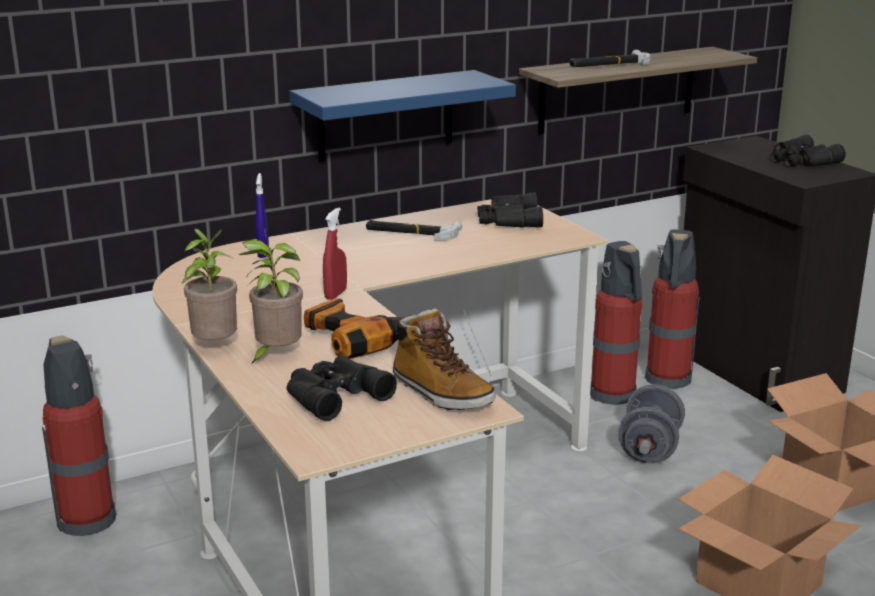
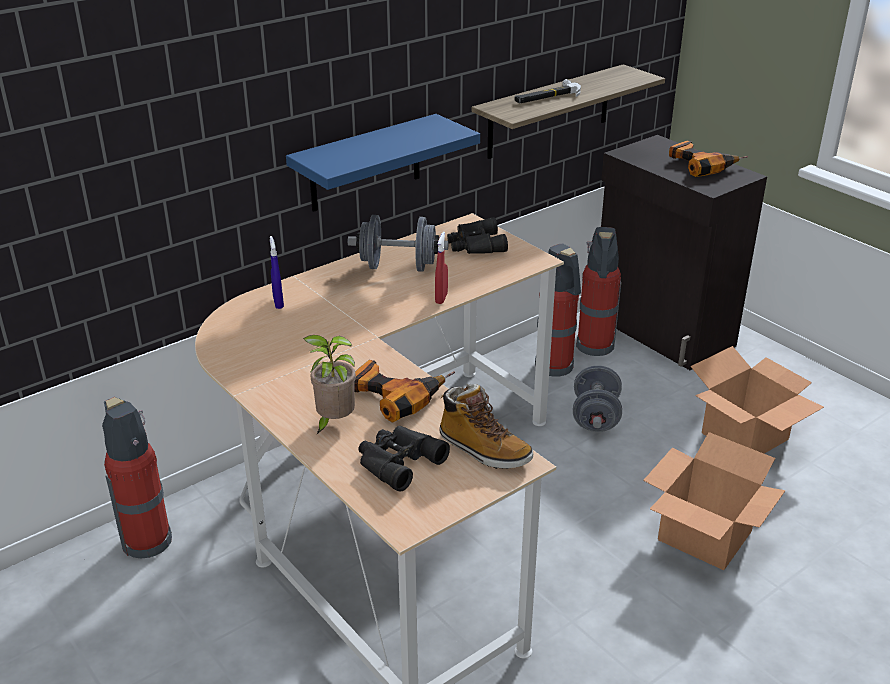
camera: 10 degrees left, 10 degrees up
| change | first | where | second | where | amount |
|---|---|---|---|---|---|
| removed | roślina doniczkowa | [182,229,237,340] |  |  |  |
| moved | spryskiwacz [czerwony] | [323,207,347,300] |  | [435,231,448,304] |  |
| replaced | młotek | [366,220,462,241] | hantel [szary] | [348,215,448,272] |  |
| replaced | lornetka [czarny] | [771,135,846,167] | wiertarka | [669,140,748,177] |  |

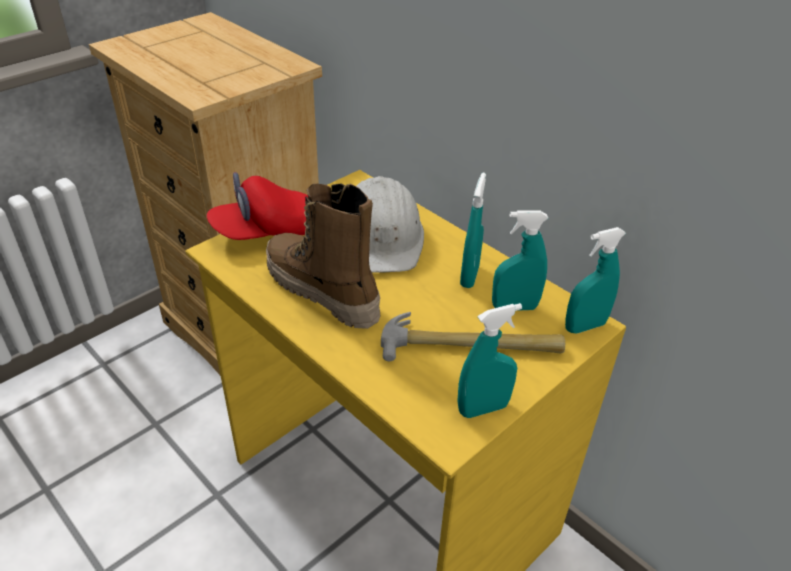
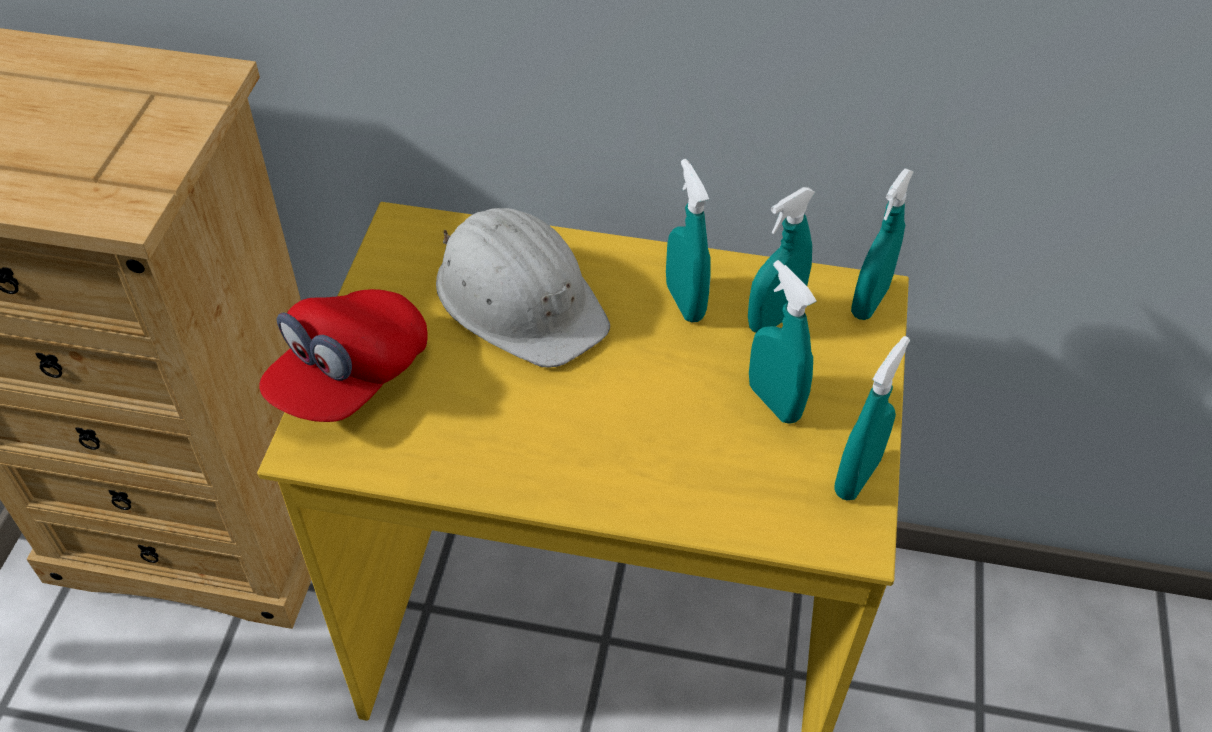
camera: 35 degrees left, 10 degrees up
| change | first | where | second | where | amount |
|---|---|---|---|---|---|
| removed | but z cholewką | [266,184,380,329] |  |  |  |
| replaced | młotek | [381,312,565,361] | spryskiwacz [turkusowy] | [749,260,817,424] |  |

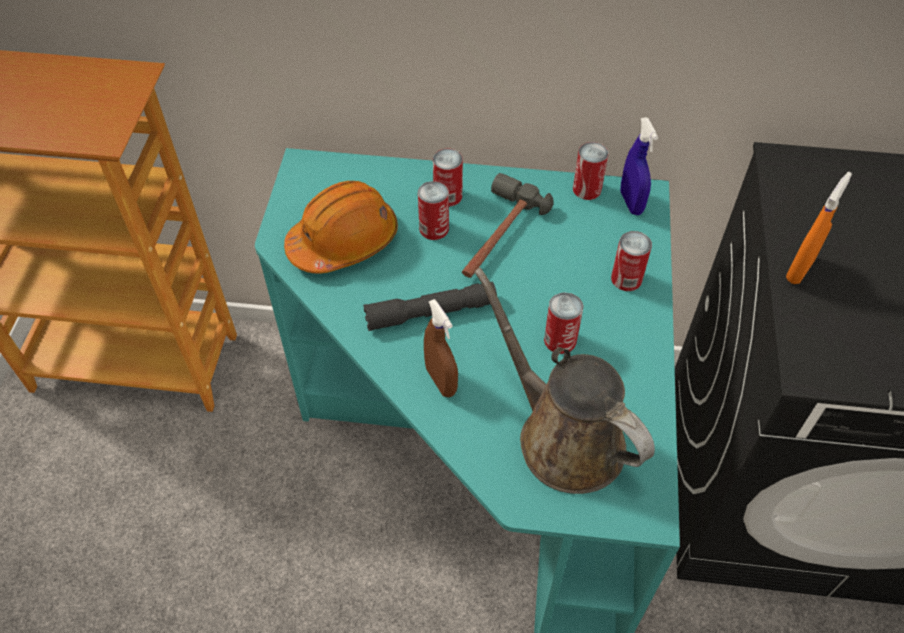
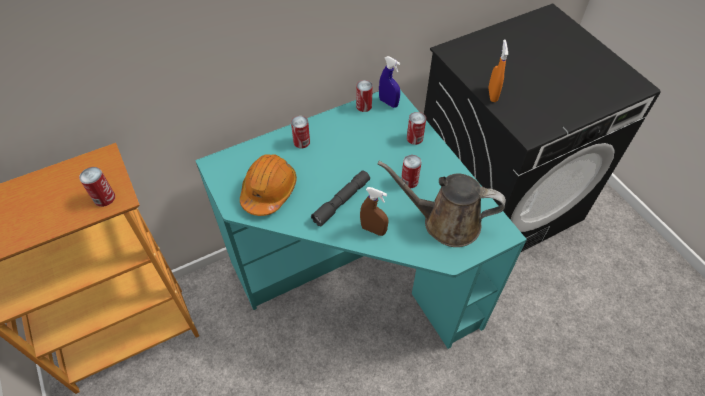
camera: 35 degrees left, 0 degrees up
| change | first | where | second | where | amount |
|---|---|---|---|---|---|
| removed | młotek | [462,173,554,278] |  |  |  |
| moved | puszka | [418,181,449,240] |  | [79,167,115,207] |  |

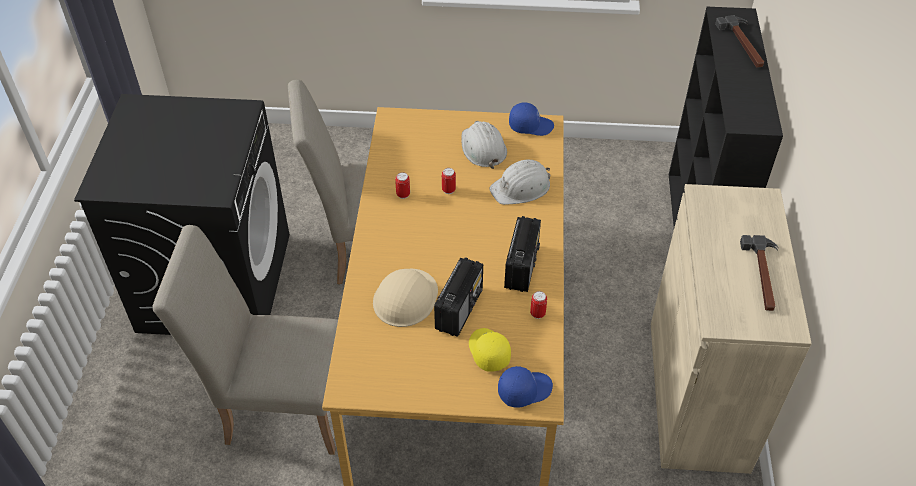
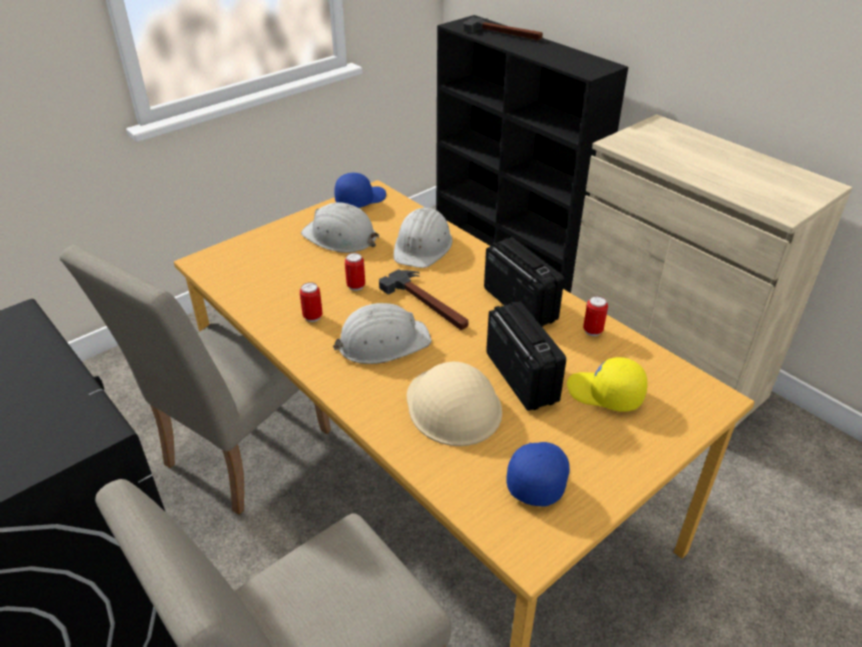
camera: 45 degrees left, 10 degrees down
| change | first | where | second | where | amount |
|---|---|---|---|---|---|
| added |  |  | kask [biały] | [333,303,432,364] |  |
| moved | czapka z daszkiem [niebieski] | [498,366,553,408] |  | [507,442,570,506] |  |
| moved | młotek | [740,235,779,311] |  | [379,269,468,330] |  |

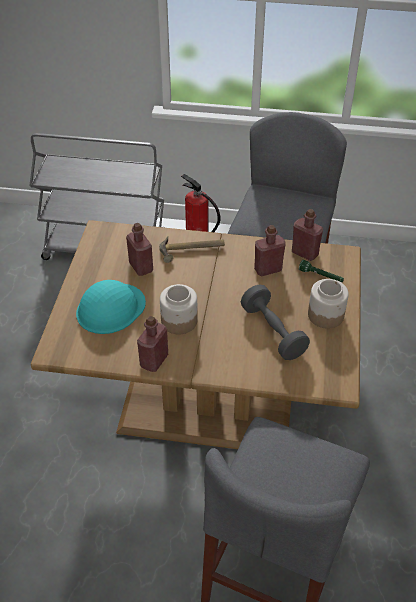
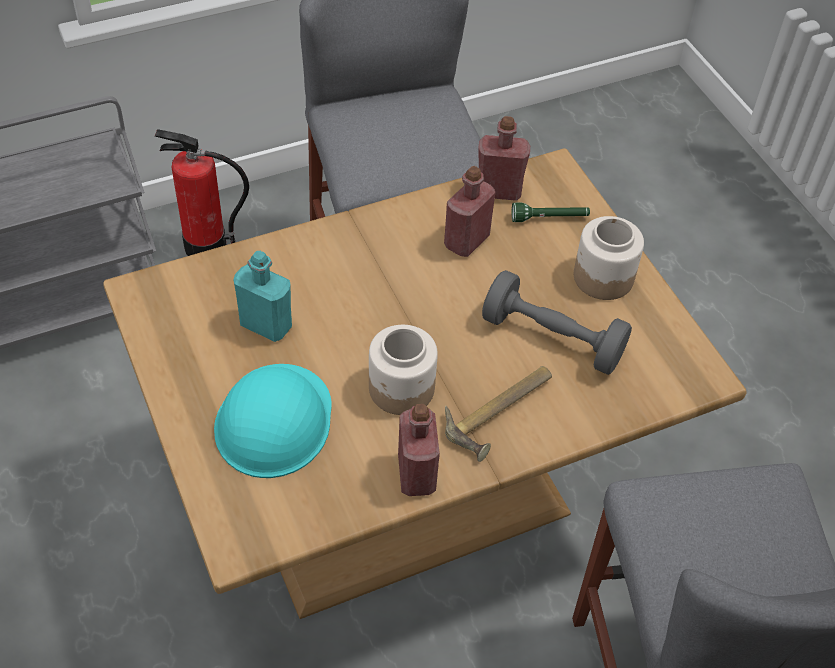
camera: 35 degrees left, 5 degrees up
| change | first | where | second | where | amount |
|---|---|---|---|---|---|
| moved | młotek | [159,236,225,263] |  | [445,366,552,462] |  |
| recoloured | butelka [czerwony] | [126,223,153,276] | butelka [turkusowy] | [234,251,292,342] |  |

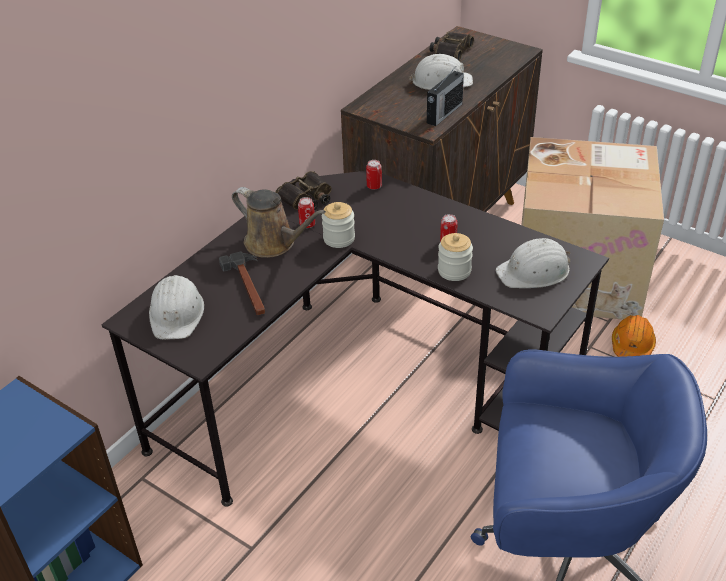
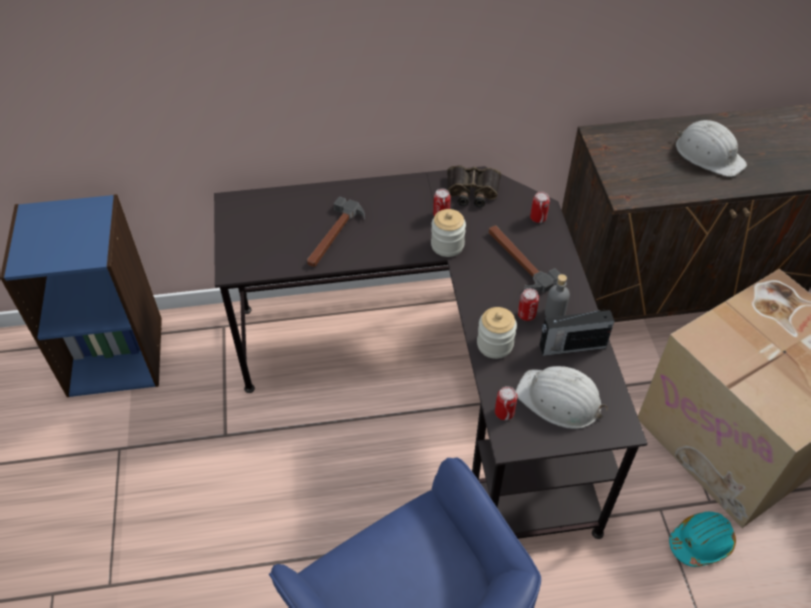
camera: 45 degrees right, 10 degrees up
| change | first | where | second | where | amount |
|---|---|---|---|---|---|
| removed | kask [biały] | [149,275,204,339] |  |  |  |
| removed | konewka [brązowy] | [232,187,326,258] |  |  |  |
| removed | lornetka | [430,32,474,61] |  |  |  |
| added |  |  | młotek | [489,225,560,293] |  |
| added |  |  | puszka | [495,386,517,420] |  |
| added |  |  | butelka [szary] | [545,274,570,317] |  |
| moved | radio | [427,69,464,126] |  | [540,309,614,356] |  |
| recoloured | kask [pomarańczowy] | [612,315,656,357] | kask [turkusowy] | [669,512,736,567] |  |

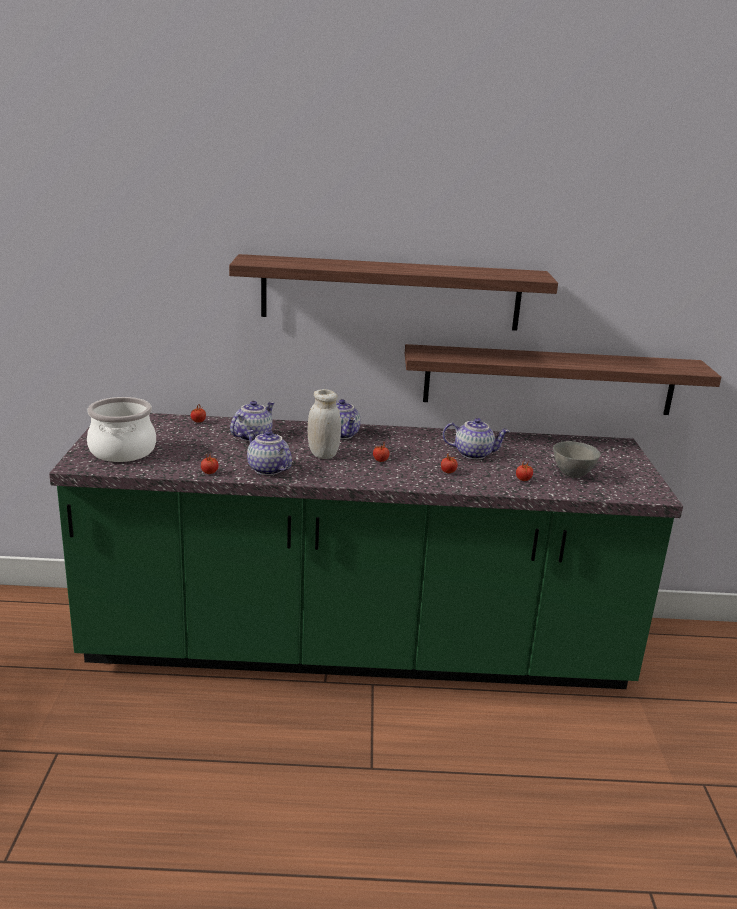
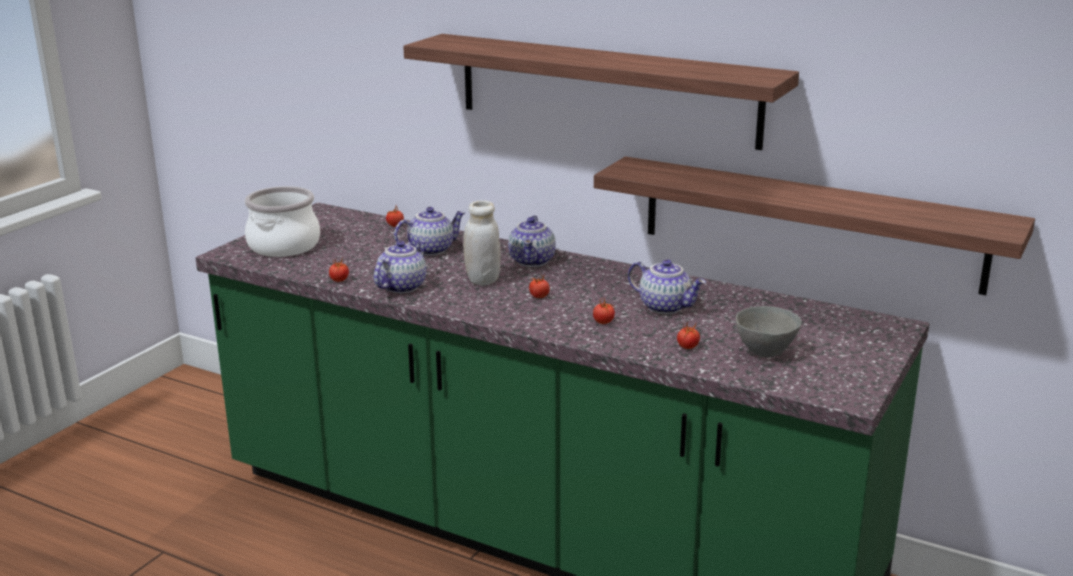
camera: 30 degrees right, 0 degrees up
| change | first | where | second | where | amount |
|---|---|---|---|---|---|
| turned | imbryk | [247,430,292,475] |  | [374,240,426,293] | 45 degrees clockwise |

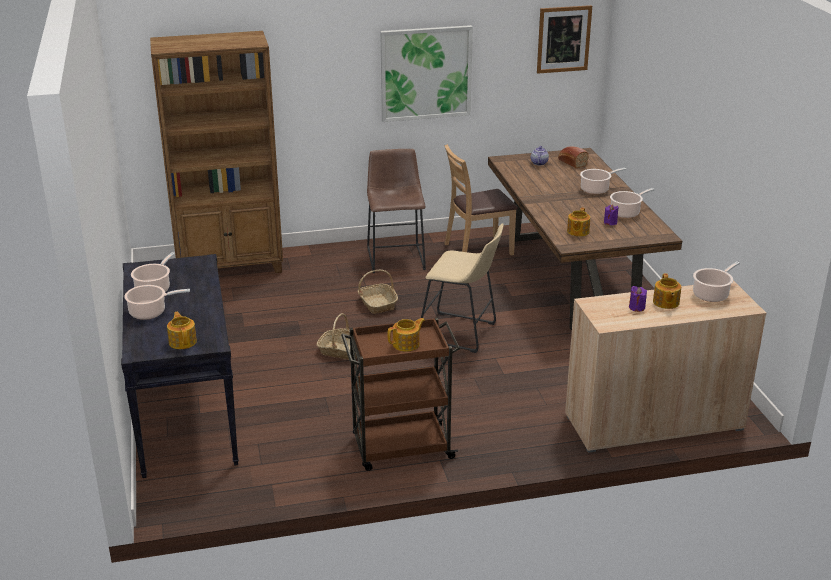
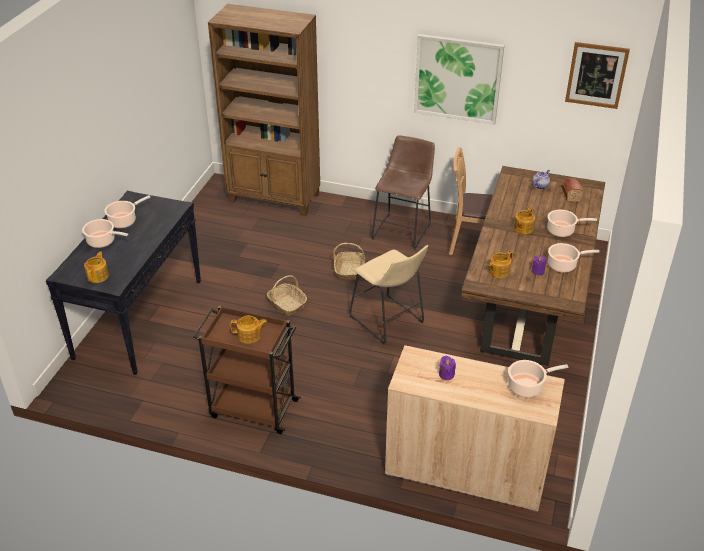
camera: 30 degrees right, 10 degrees up
| change | first | where | second | where | amount |
|---|---|---|---|---|---|
| moved | imbryk | [653,274,681,309] |  | [514,207,535,234] |  |

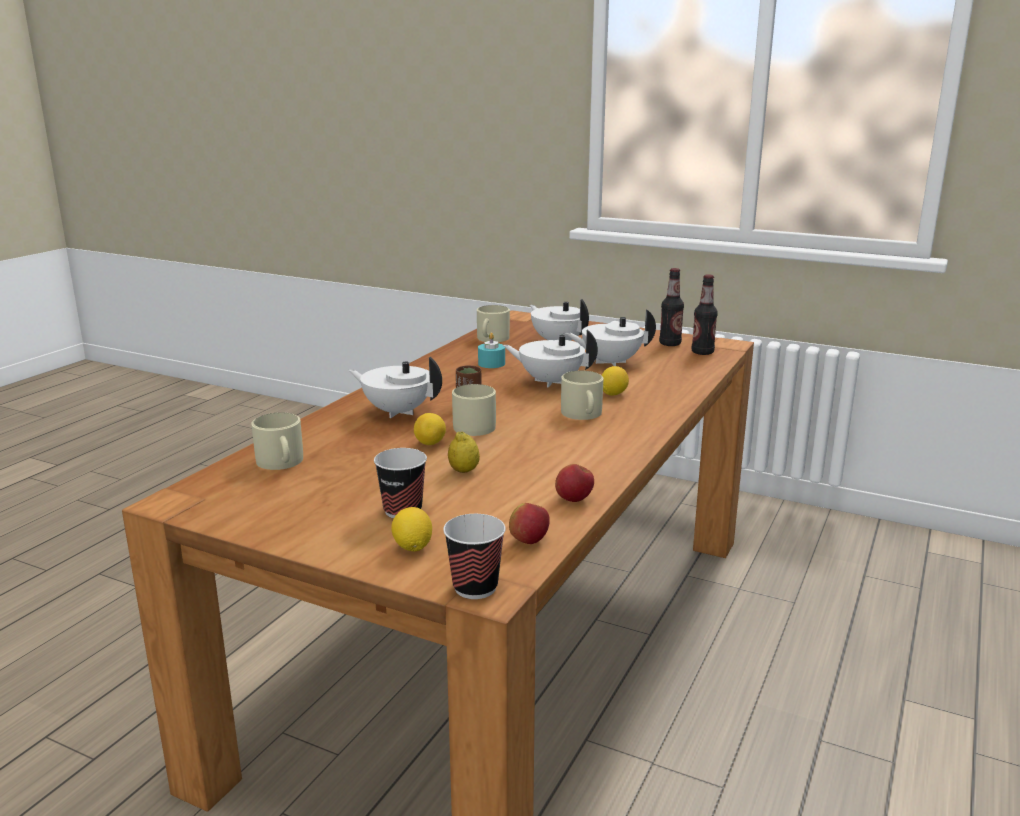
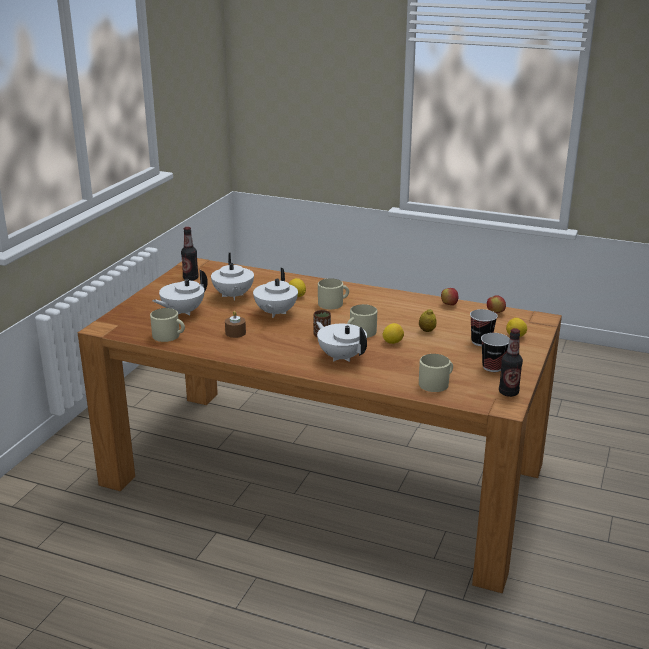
camera: 95 degrees left, 5 degrees up
| change | first | where | second | where | amount |
|---|---|---|---|---|---|
| moved | filiżanka | [443,514,506,599] |  | [481,333,510,372] |  |
| moved | butelka | [692,274,718,355] |  | [499,328,523,397] |  |
| recoloured | świeca [turkusowy] | [478,333,505,368] | świeca [brązowy] | [225,311,246,338] |  |
| turned | imbryk [biały] | [349,357,442,418] |  | [316,321,367,362] | 120 degrees clockwise |

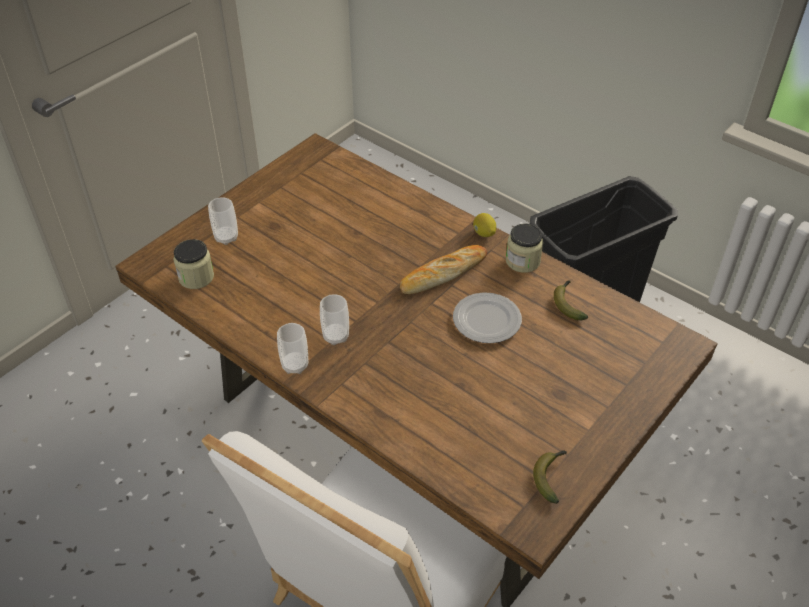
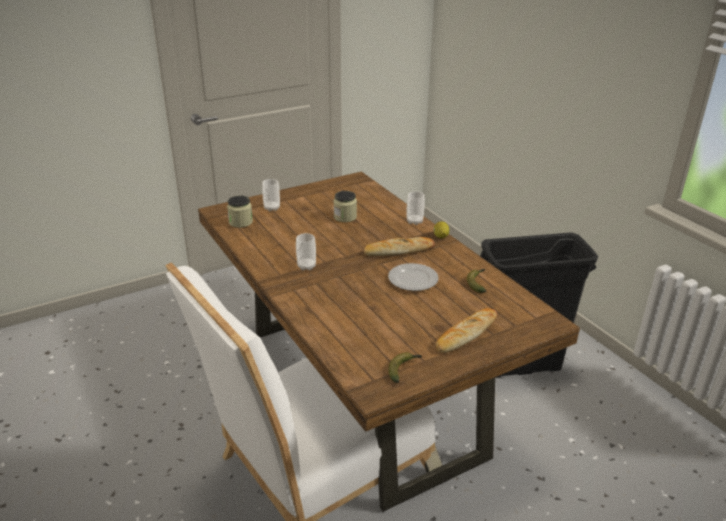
camera: 20 degrees right, 15 degrees down
| change | first | where | second | where | amount |
|---|---|---|---|---|---|
| added |  |  | chleb | [435,308,497,353] |  |
| moved | filiżanka | [277,323,308,374] |  | [407,192,425,225] |  |
| moved | słoik | [506,224,543,273] |  | [333,191,357,222] |  |

